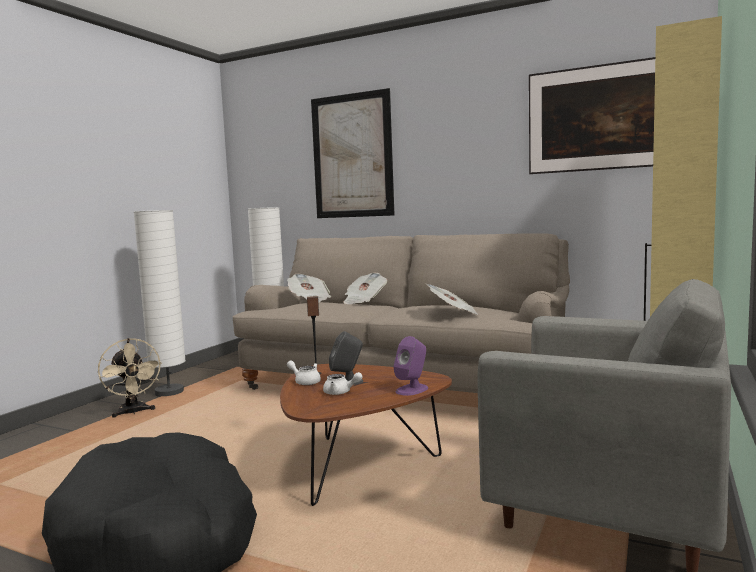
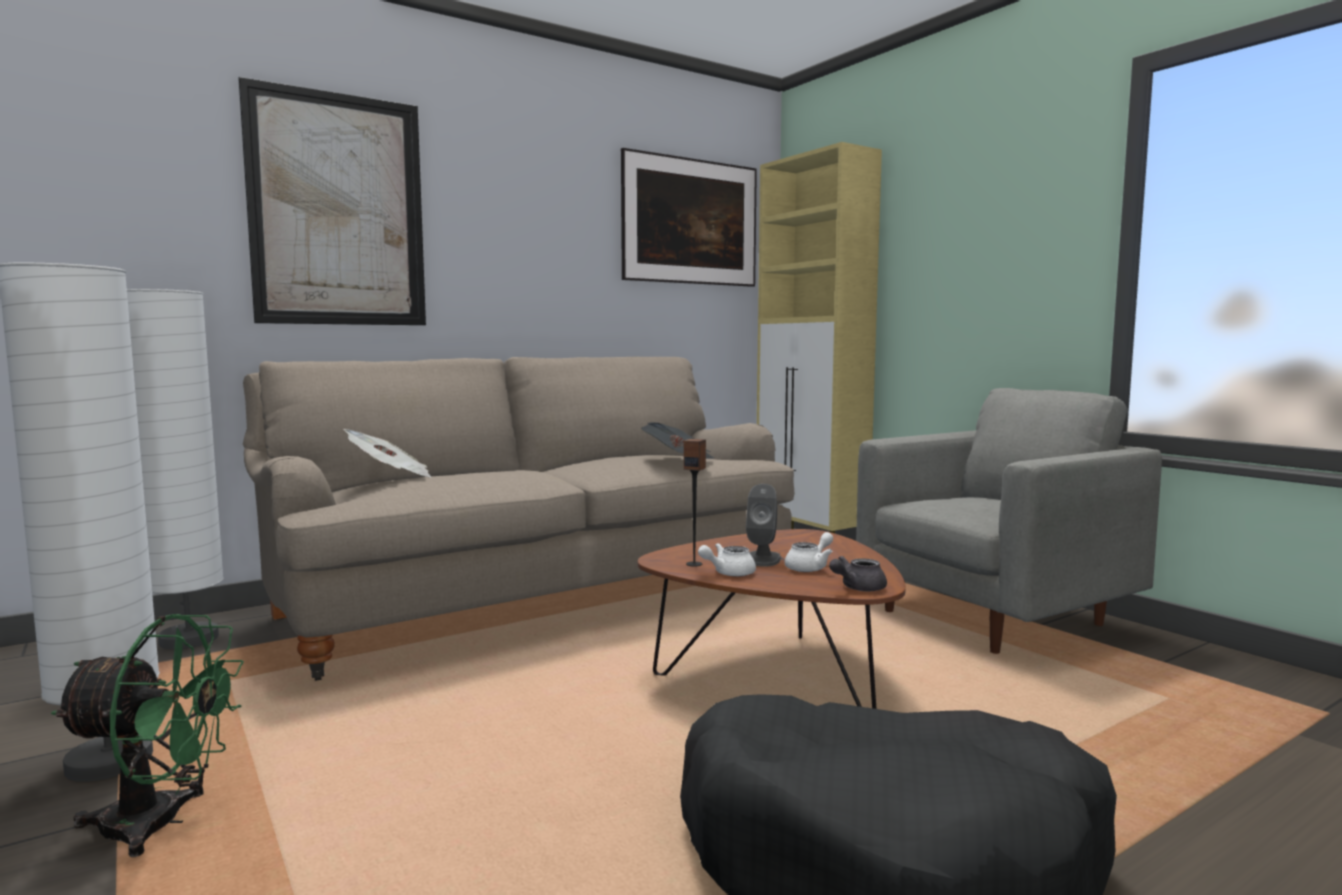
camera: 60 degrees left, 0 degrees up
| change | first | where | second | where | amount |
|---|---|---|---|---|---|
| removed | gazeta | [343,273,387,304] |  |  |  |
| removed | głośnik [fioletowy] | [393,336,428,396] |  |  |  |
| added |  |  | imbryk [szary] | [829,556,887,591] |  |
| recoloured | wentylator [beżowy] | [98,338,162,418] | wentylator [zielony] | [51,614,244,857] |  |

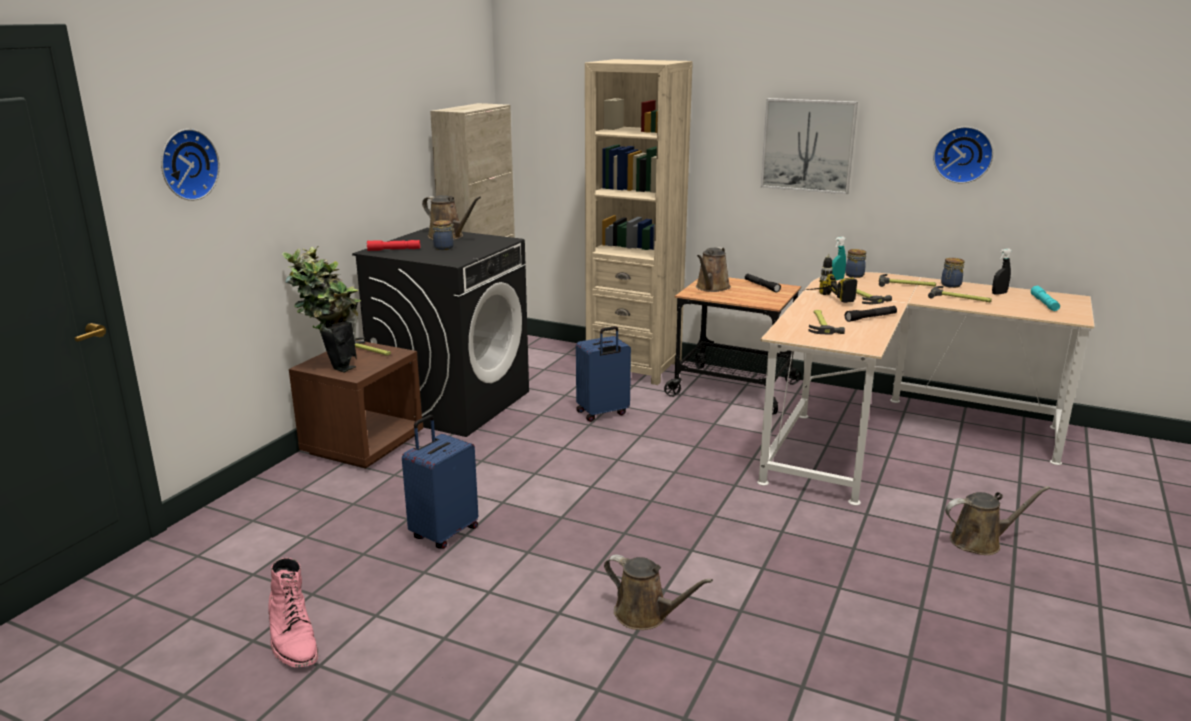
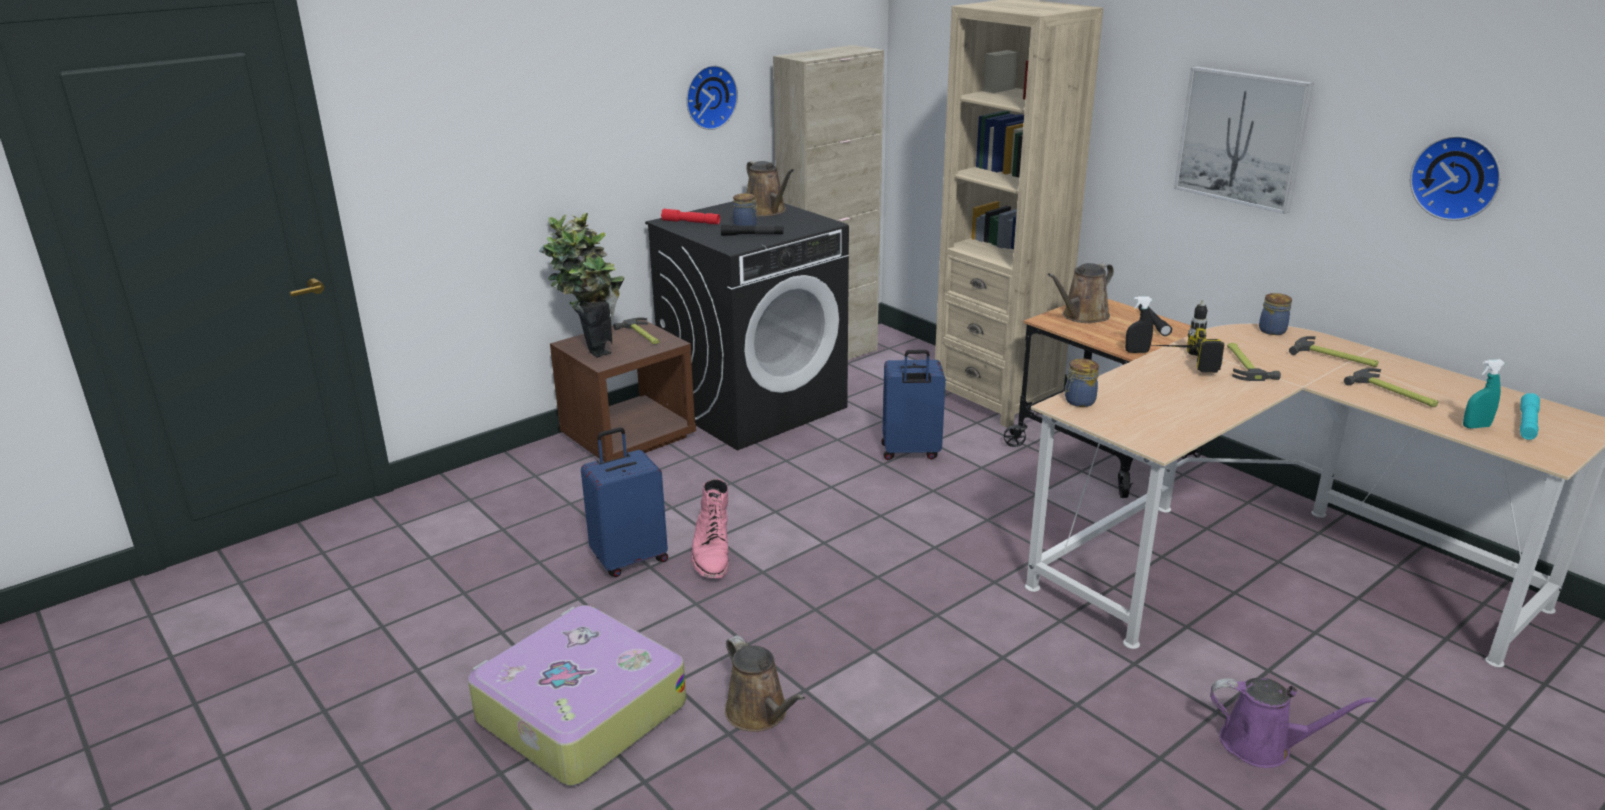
camera: 25 degrees right, 5 degrees up
| change | first | where | second | where | amount |
|---|---|---|---|---|---|
| removed | młotek | [808,310,845,335] |  |  |  |
| added |  |  | walizka | [468,605,686,786] |  |
| moved | zegar ścienny | [161,129,220,201] |  | [686,65,738,130] |  |
| moved | but z cholewką [różowy] | [268,558,318,668] |  | [691,479,729,578] |  |
| moved | spryskiwacz [turkusowy] | [832,237,846,280] |  | [1463,359,1505,428] |  |
| moved | latarka [czarny] | [845,306,897,322] |  | [721,224,783,236] |  |
| moved | słoik | [941,258,965,288] |  | [1065,359,1099,407] |  |
| moved | spryskiwacz [czarny] | [992,249,1012,295] |  | [1125,296,1153,353] |  |
| recoloured | konewka [brązowy] | [945,486,1050,555] | konewka [fioletowy] | [1210,678,1377,768] |  |

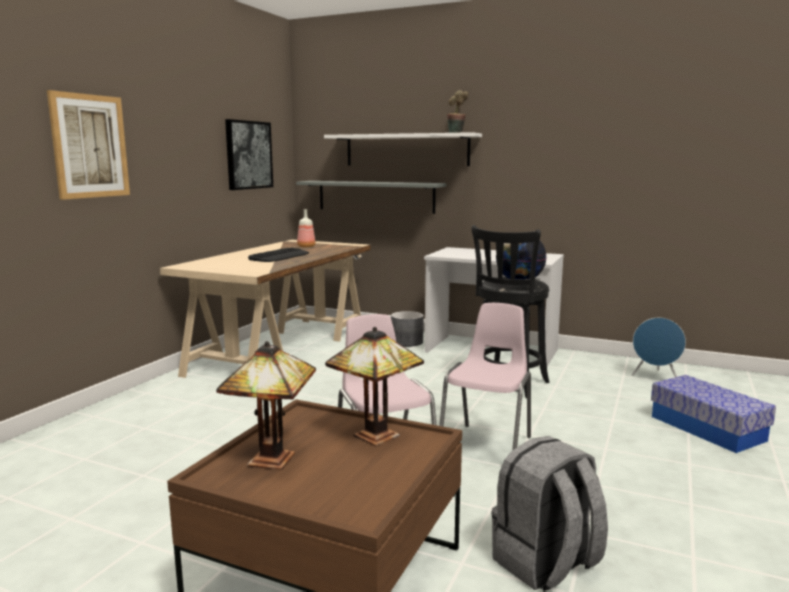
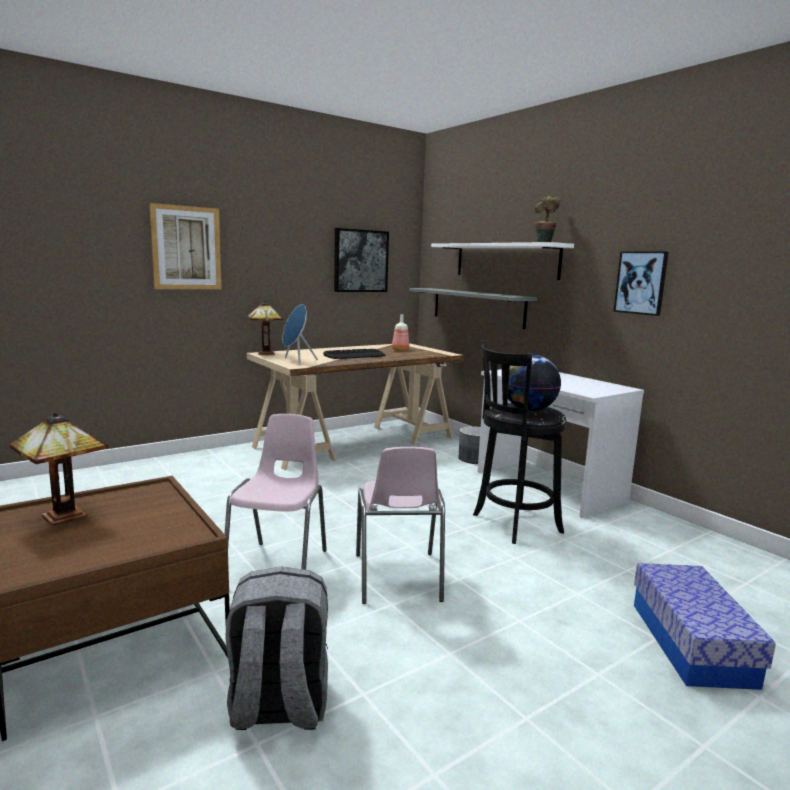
camera: 30 degrees right, 0 degrees up
| change | first | where | second | where | amount |
|---|---|---|---|---|---|
| added |  |  | obraz | [613,251,668,316] |  |
| moved | lampa stołowa | [325,327,424,446] |  | [247,300,284,355] |  |
| moved | głośnik [niebieski] | [632,318,686,377] |  | [283,304,318,365] |  |
| turned | krzesło [różowy] | [439,303,531,450] |  | [356,447,445,604] | 120 degrees clockwise |

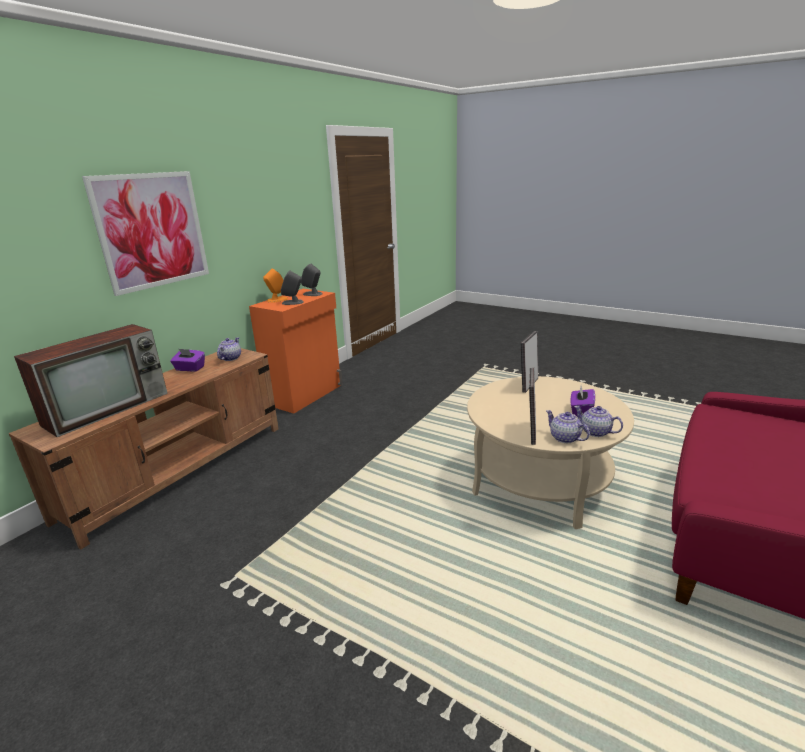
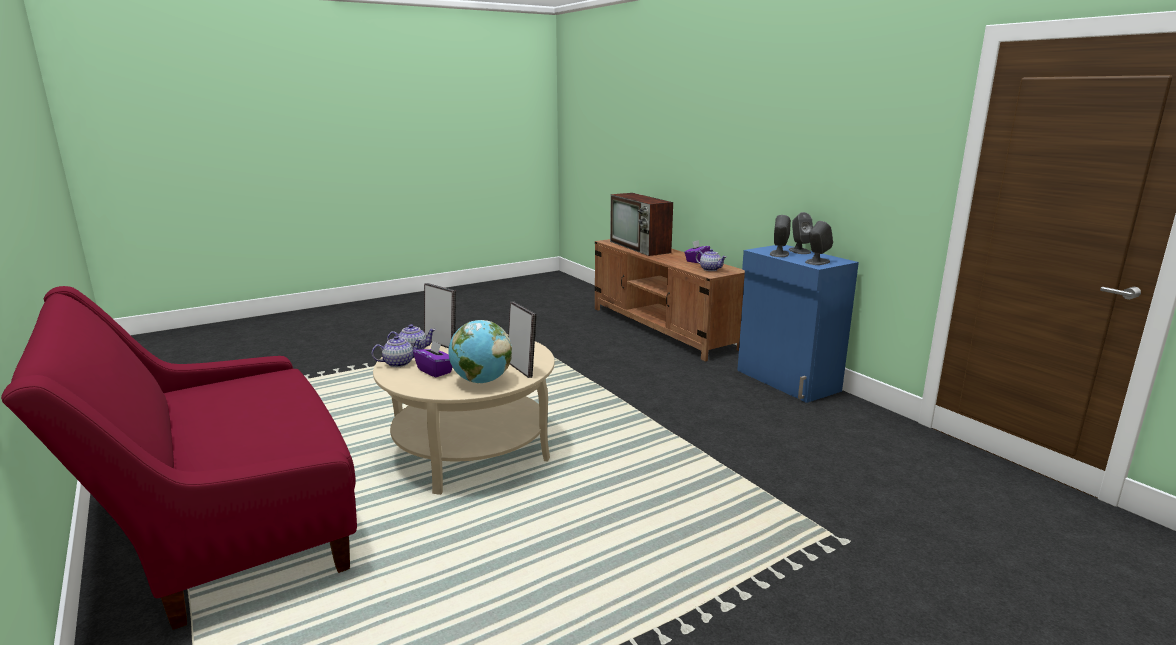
camera: 115 degrees right, 5 degrees down
| change | first | where | second | where | amount |
|---|---|---|---|---|---|
| removed | obraz | [82,171,209,296] |  |  |  |
| added |  |  | globus | [448,320,512,383] |  |
| recoloured | szafka [pomarańczowy] | [249,289,343,414] | szafka [niebieski] | [737,245,859,403] |  |
| recoloured | głośnik [pomarańczowy] | [263,269,288,303] | głośnik [szary] | [789,212,813,254] |  |

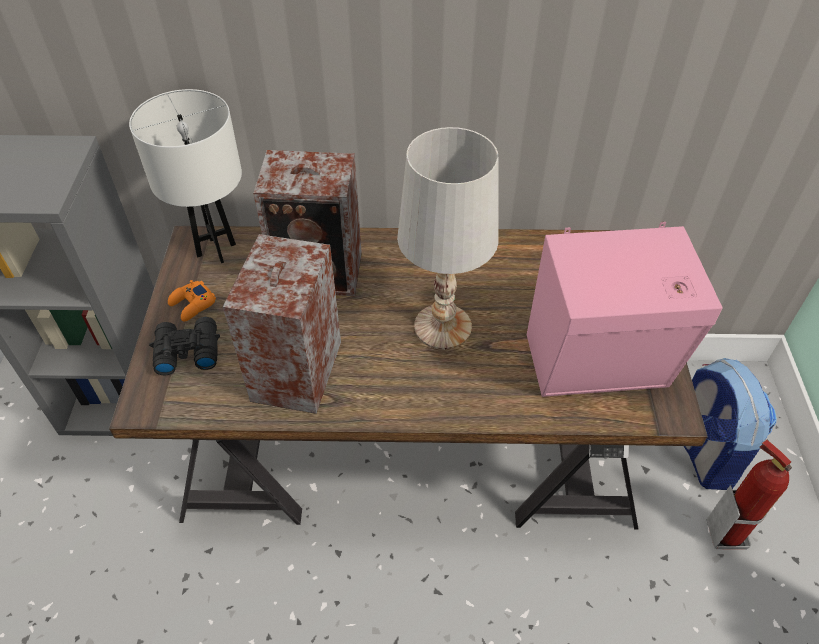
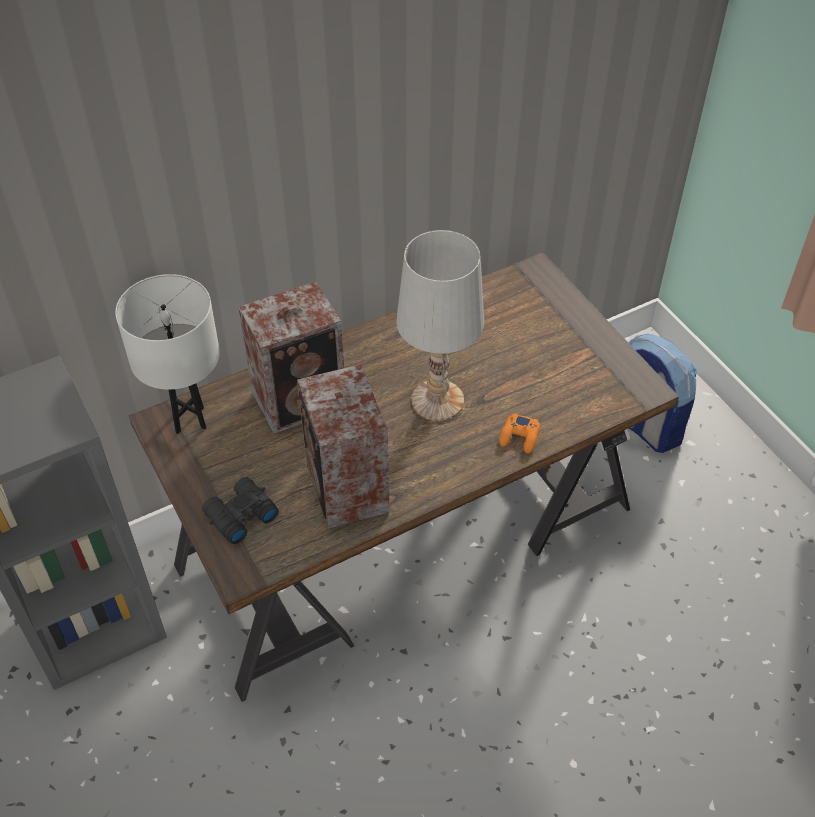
camera: 30 degrees left, 0 degrees up
| change | first | where | second | where | amount |
|---|---|---|---|---|---|
| removed | głośnik [różowy] | [527,222,723,397] |  |  |  |
| removed | gaśnica | [706,440,792,549] |  |  |  |
| moved | pad do gier [pomarańczowy] | [168,280,216,322] |  | [499,413,540,453] |  |

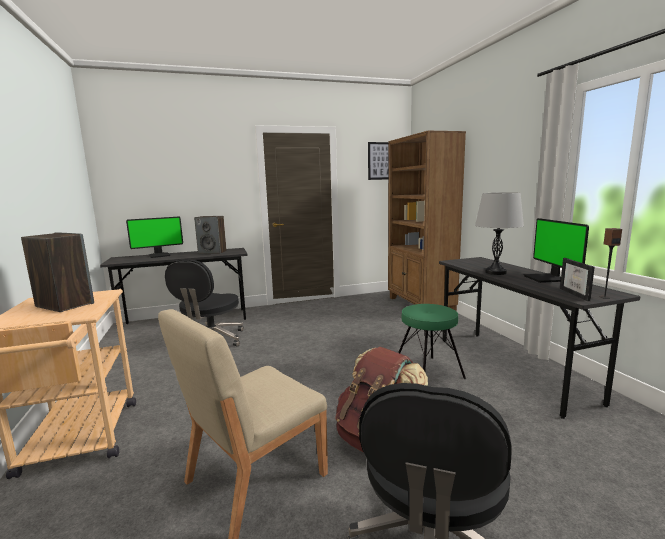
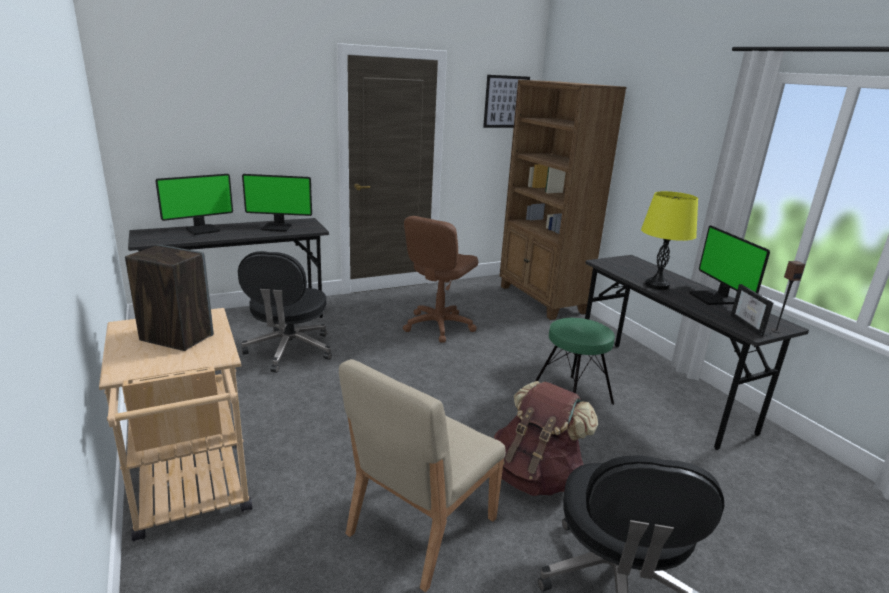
camera: 10 degrees left, 10 degrees up
| change | first | where | second | where | amount |
|---|---|---|---|---|---|
| added |  |  | krzesło biurowe [brązowy] | [403,216,478,343] |  |
| replaced | głośnik | [194,216,227,254] | monitor | [242,174,312,232] |  |
| recoloured | lampa stołowa [szary] | [475,192,524,275] | lampa stołowa [żółty] | [641,191,698,290] |  |

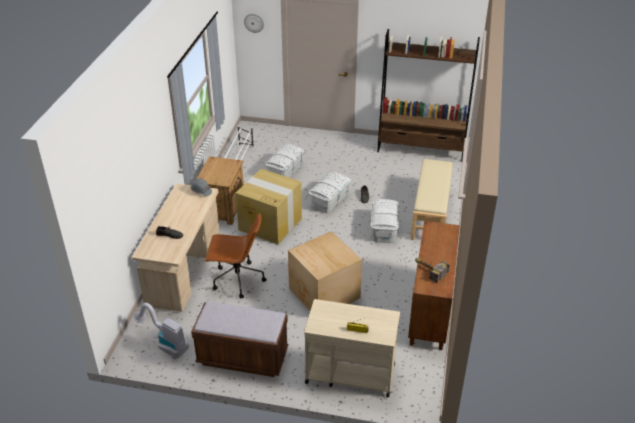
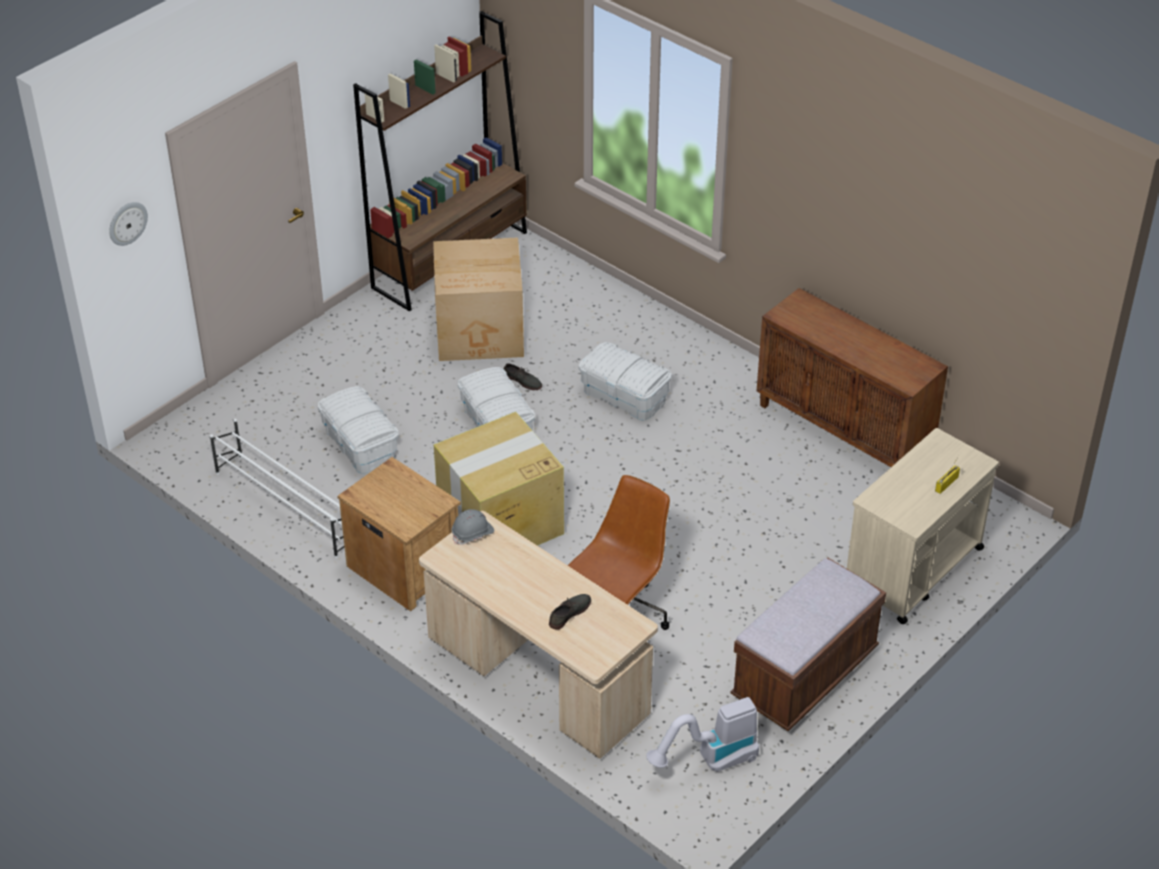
camera: 60 degrees left, 5 degrees up
| change | first | where | second | where | amount |
|---|---|---|---|---|---|
| removed | ławka [beżowy] | [411,159,453,240] |  |  |  |
| removed | młotek | [415,258,450,283] |  |  |  |
| moved | karton | [288,231,362,311] |  | [433,238,524,361] |  |

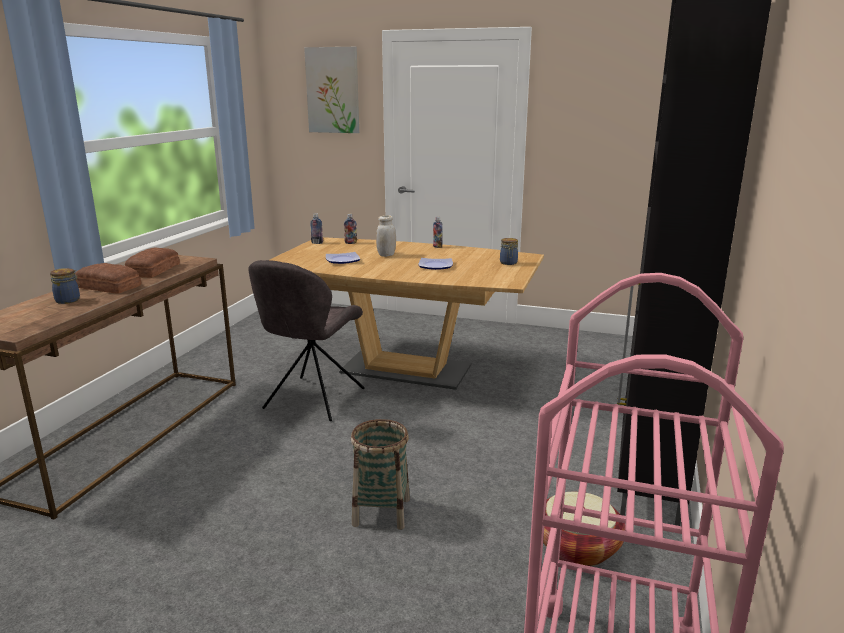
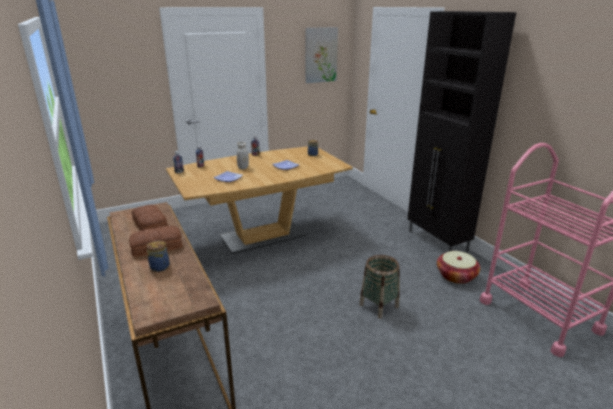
camera: 45 degrees left, 5 degrees up
| change | first | where | second | where | amount |
|---|---|---|---|---|---|
| removed | krzesło [szary] | [248,260,365,421] |  |  |  |
| moved | obraz | [304,47,359,133] |  | [306,27,338,83] |  |

